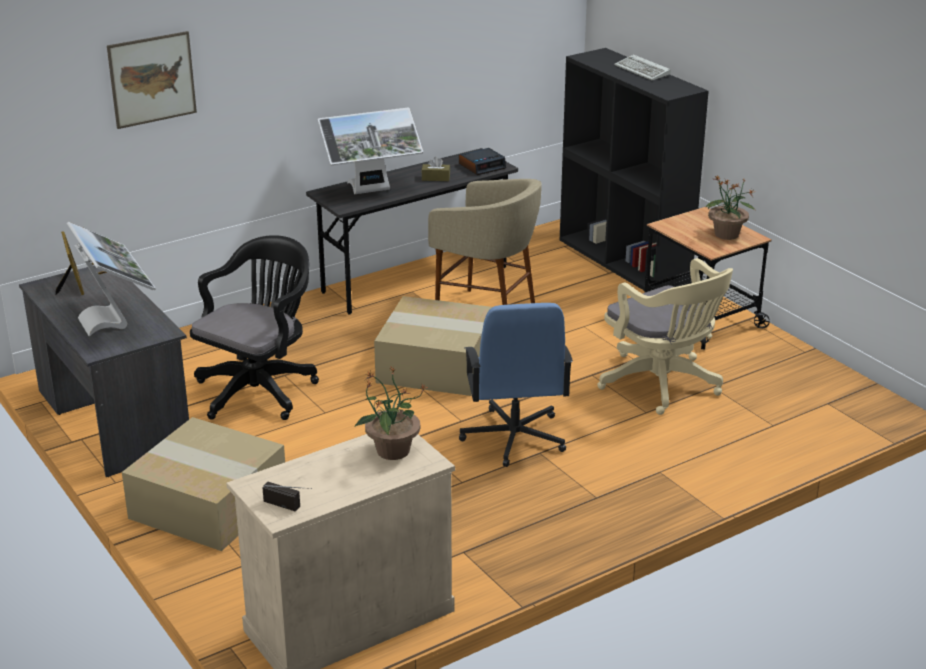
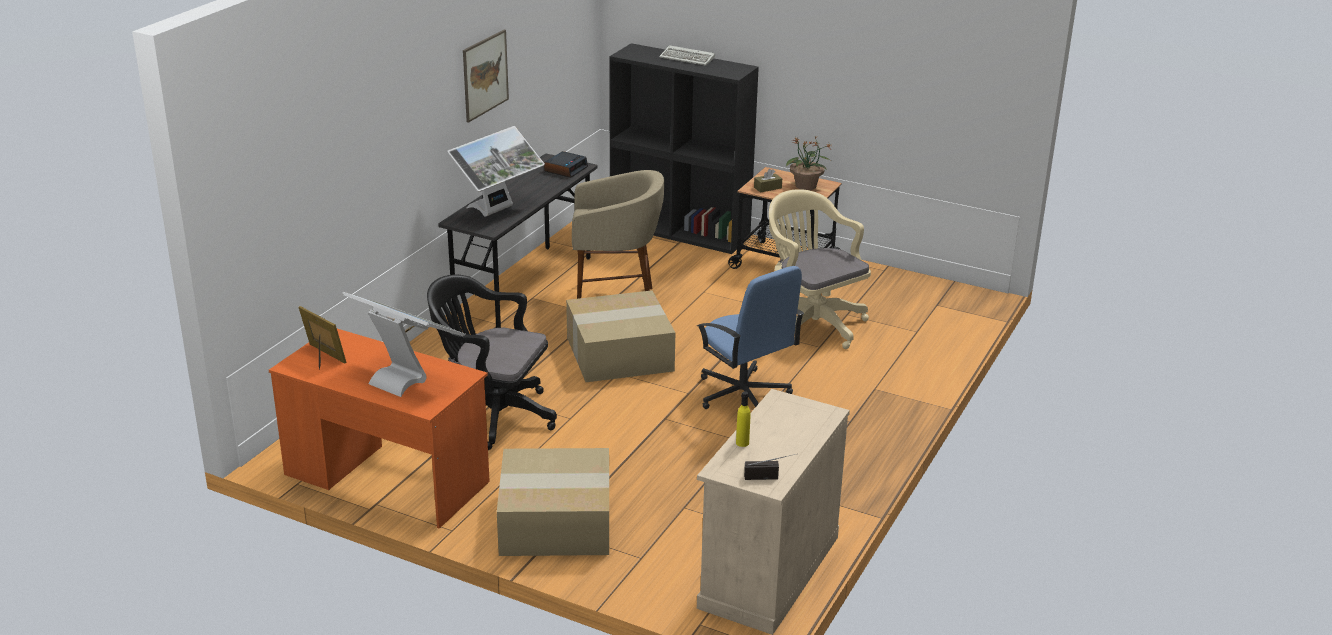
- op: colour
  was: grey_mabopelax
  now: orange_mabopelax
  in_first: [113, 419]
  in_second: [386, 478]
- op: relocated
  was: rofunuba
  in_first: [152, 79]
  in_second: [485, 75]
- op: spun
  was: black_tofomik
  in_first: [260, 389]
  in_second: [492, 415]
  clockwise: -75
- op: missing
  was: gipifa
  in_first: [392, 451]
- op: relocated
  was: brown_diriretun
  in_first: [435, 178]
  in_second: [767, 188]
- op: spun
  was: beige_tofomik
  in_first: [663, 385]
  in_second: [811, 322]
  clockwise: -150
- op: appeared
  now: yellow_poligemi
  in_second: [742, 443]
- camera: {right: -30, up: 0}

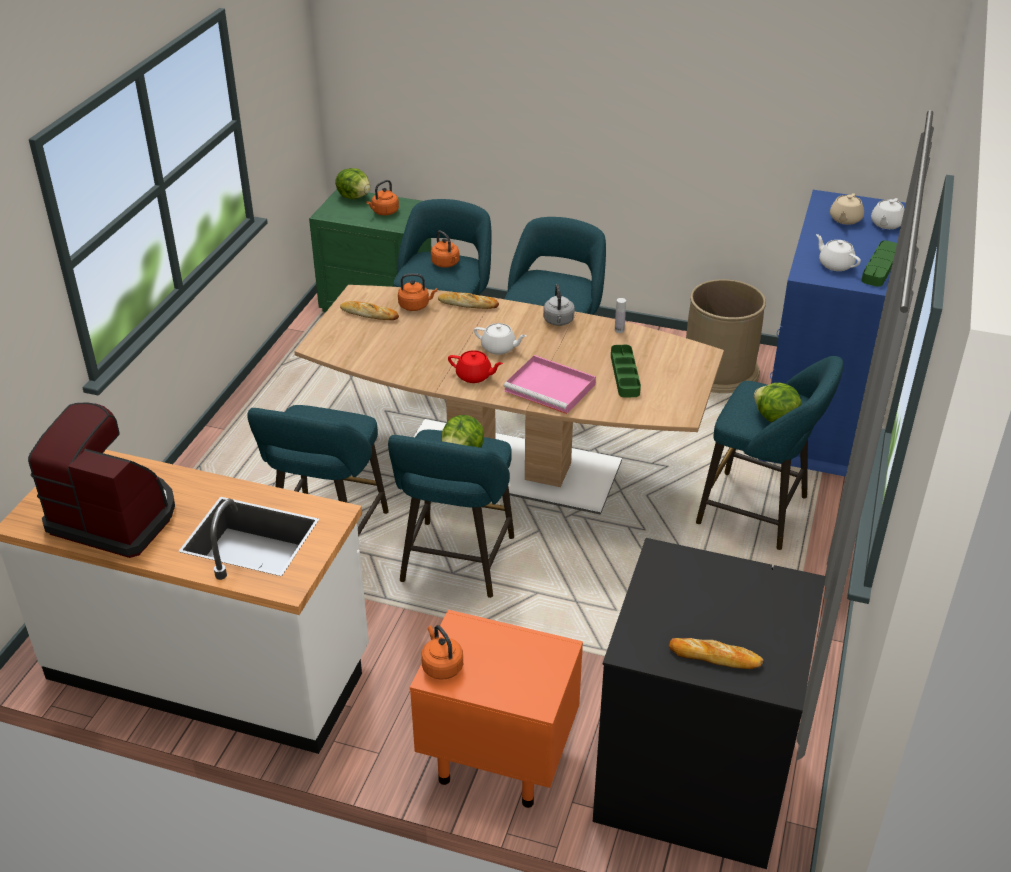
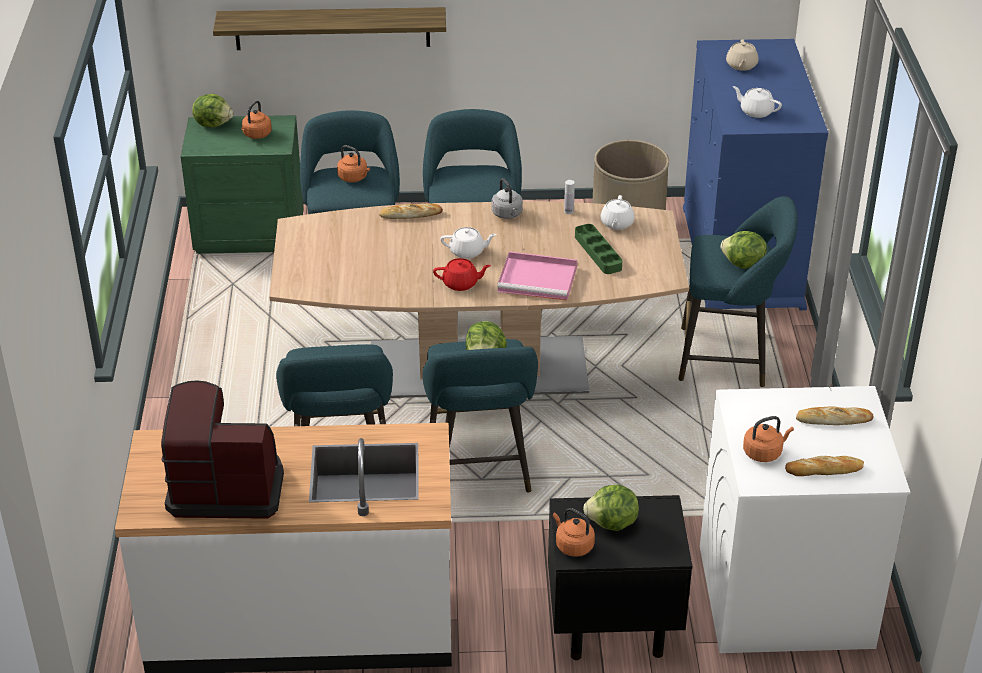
- op: relocated
  was: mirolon
  in_first: [369, 314]
  in_second: [833, 419]
- op: relocated
  was: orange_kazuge
  in_first: [415, 306]
  in_second: [764, 452]
- op: colour
  was: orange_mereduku
  now: black_mereduku
  in_first: [496, 758]
  in_second: [611, 626]
- op: colour
  was: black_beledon
  now: white_beledon
  in_first: [692, 779]
  in_second: [783, 596]
- op: missing
  was: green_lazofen
  in_first: [880, 267]
- op: relocated
  was: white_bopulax
  in_first: [886, 224]
  in_second: [616, 224]
- op: appeared
  now: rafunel
  in_second: [332, 28]
- op: appeared
  now: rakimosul
  in_second: [612, 524]
- camera: {right: -20, up: 0}

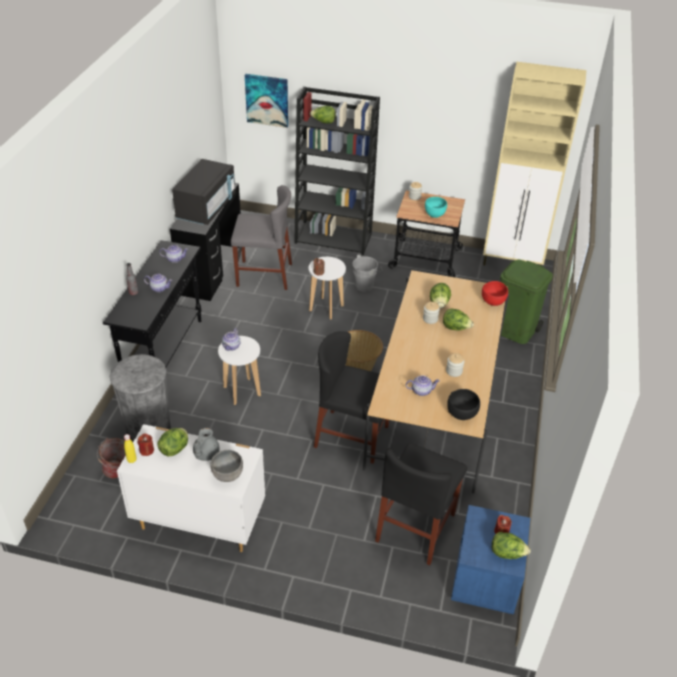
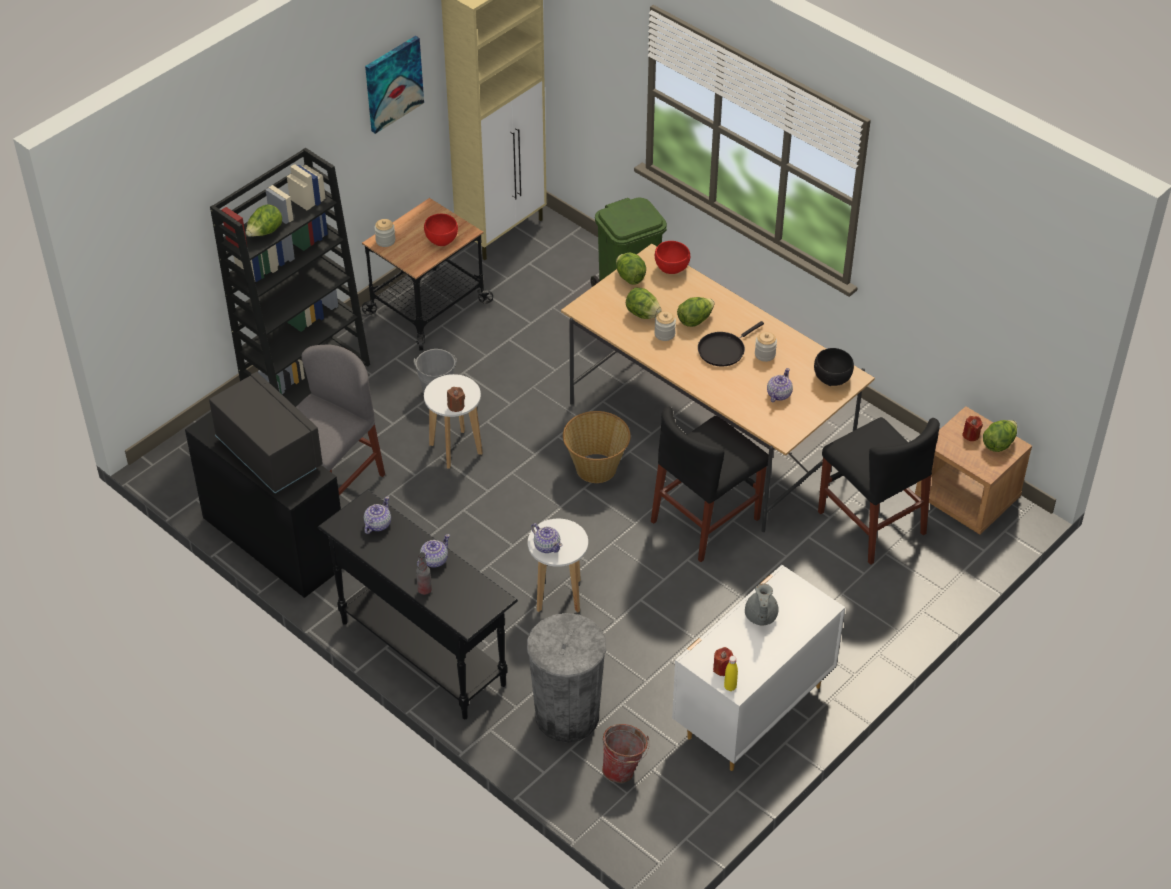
- op: relocated
  was: rakimosul
  in_first: [175, 449]
  in_second: [630, 277]
- op: spun
  was: grey_bopulax
  in_first: [205, 454]
  in_second: [760, 617]
  clockwise: 45
- op: missing
  was: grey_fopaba
  in_first: [227, 475]
- op: relocated
  was: rofunuba
  in_first: [267, 100]
  in_second: [393, 83]
- op: colour
  was: turquoise_fopaba
  now: red_fopaba
  in_first: [434, 215]
  in_second: [441, 241]
- op: colour
  was: blue_mereduku
  now: brown_mereduku
  in_first: [485, 580]
  in_second: [967, 498]
- op: appeared
  now: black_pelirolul
  in_second: [723, 350]
- camera: {right: -60, up: 5}

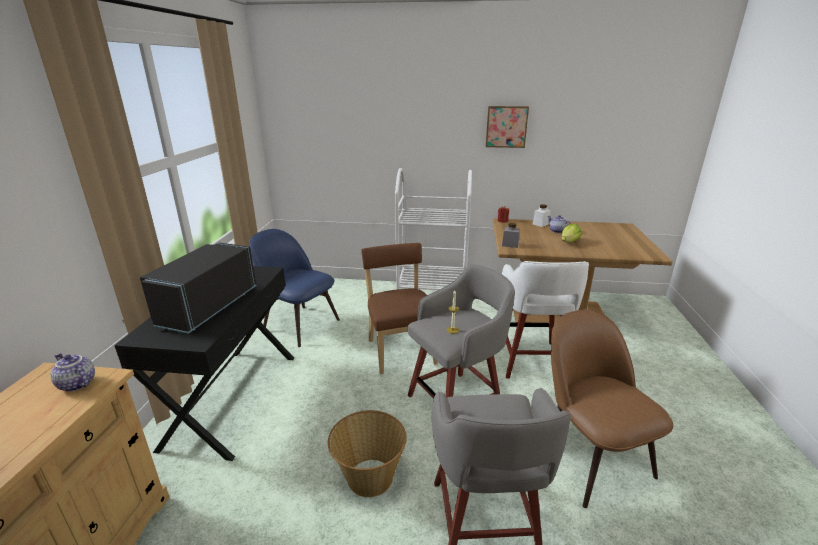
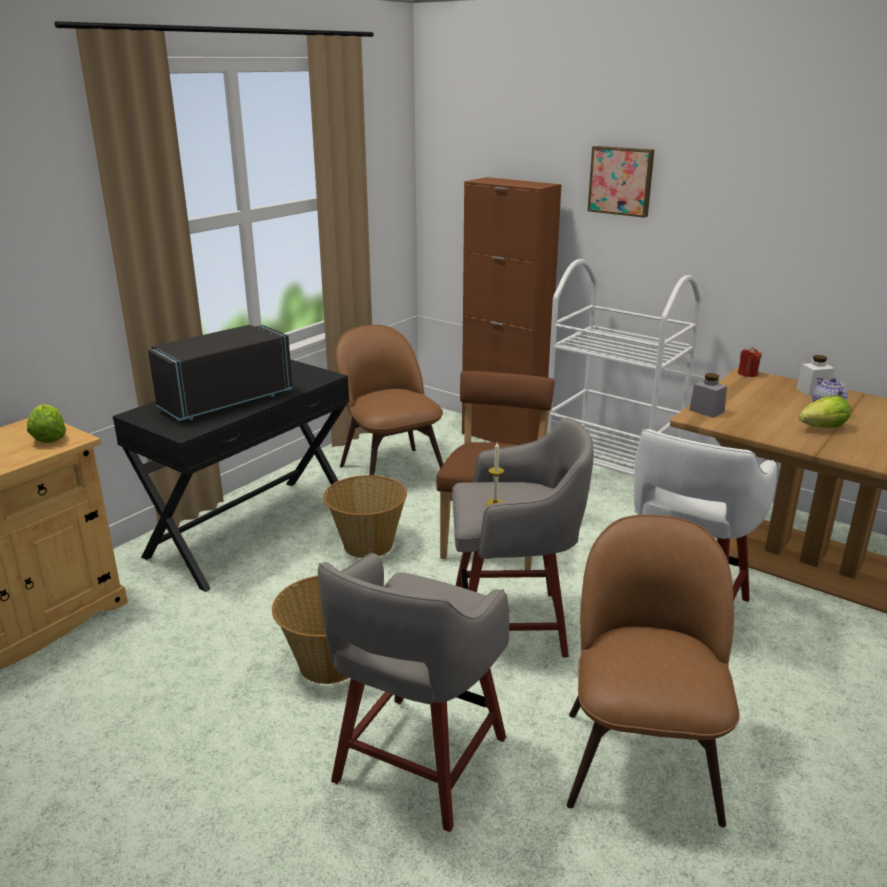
- op: exchanged
  was: bopulax
  now: rakimosul
  in_first: [76, 384]
  in_second: [49, 438]
- op: colour
  was: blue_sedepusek
  now: brown_sedepusek
  in_first: [299, 324]
  in_second: [390, 469]
- op: relocated
  was: rofunuba
  in_first: [506, 126]
  in_second: [621, 181]
- op: appeared
  now: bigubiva
  in_second: [367, 544]
- op: appeared
  now: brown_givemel
  in_second: [503, 437]
- camera: {right: 30, up: 0}

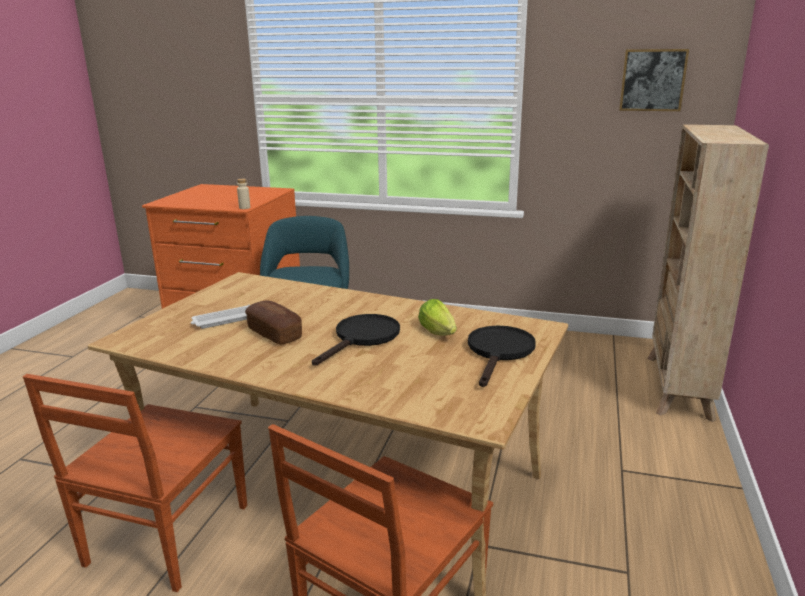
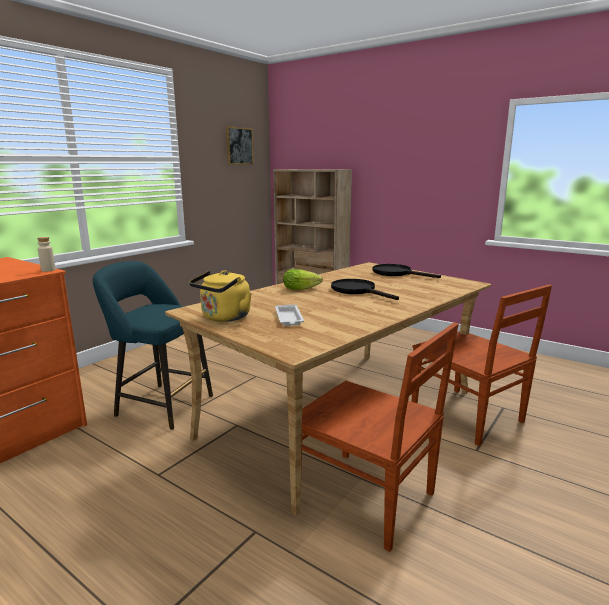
- op: missing
  was: mirolon
  in_first: [274, 333]
- op: relocated
  was: rakimosul
  in_first: [439, 332]
  in_second: [303, 288]
- op: appeared
  now: yellow_kazuge
  in_second: [224, 318]
- camera: {right: -70, up: -5}

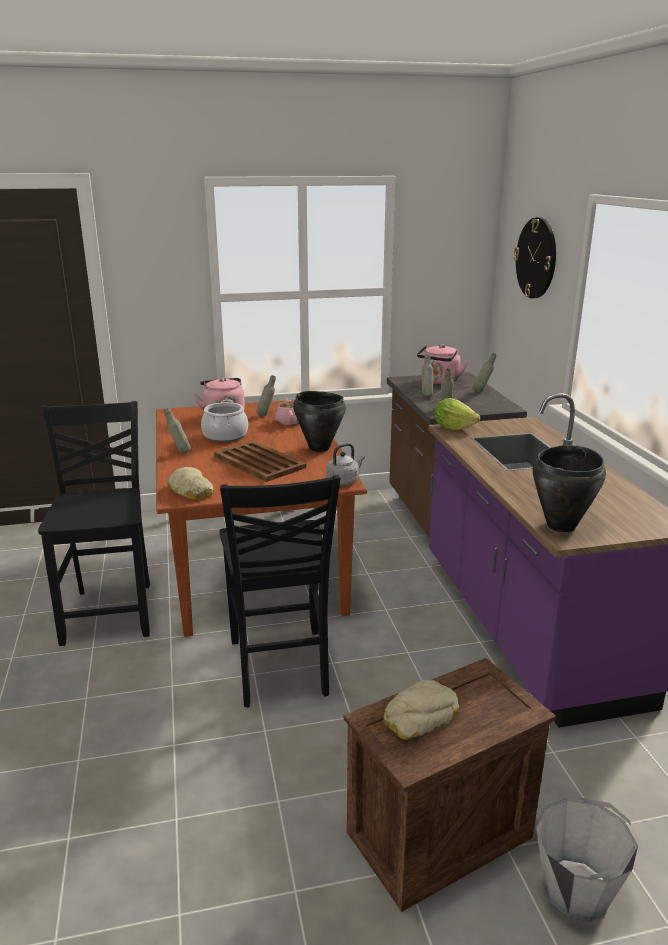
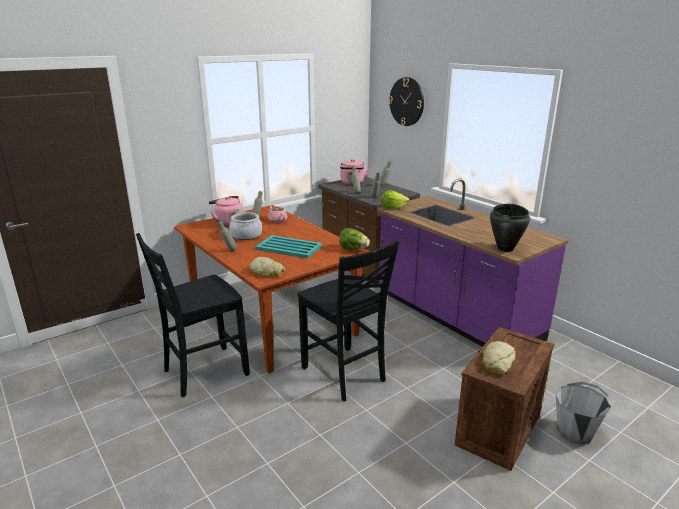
- op: spun
  was: black_sedepusek
  in_first: [111, 612]
  in_second: [203, 372]
  clockwise: -90
- op: colour
  was: brown_lazofen
  now: turquoise_lazofen
  in_first: [259, 462]
  in_second: [289, 247]
- op: missing
  was: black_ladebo
  in_first: [319, 448]
- op: exchanged
  was: grey_kazuge
  now: rakimosul
  in_first: [344, 481]
  in_second: [353, 249]
- camera: {right: -25, up: 0}

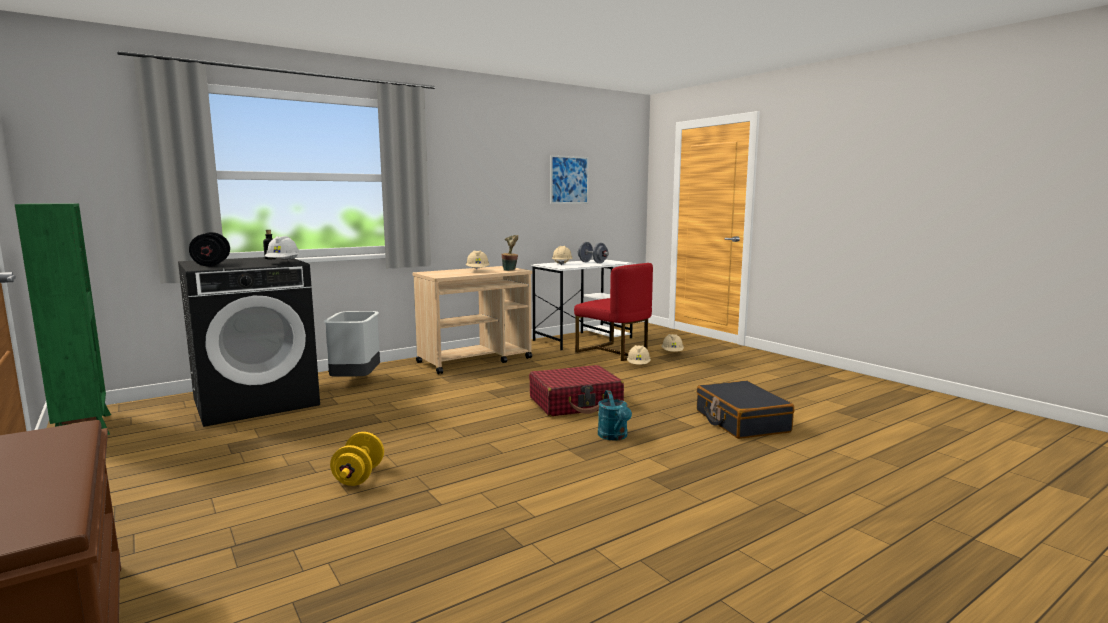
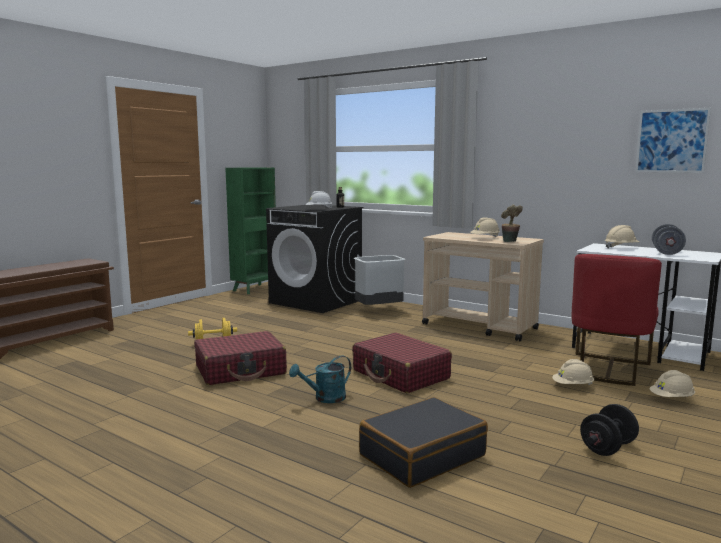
- op: relocated
  was: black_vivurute
  in_first: [211, 264]
  in_second: [607, 448]
- op: appeared
  now: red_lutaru
  in_second: [241, 370]
- camera: {right: 70, up: 0}

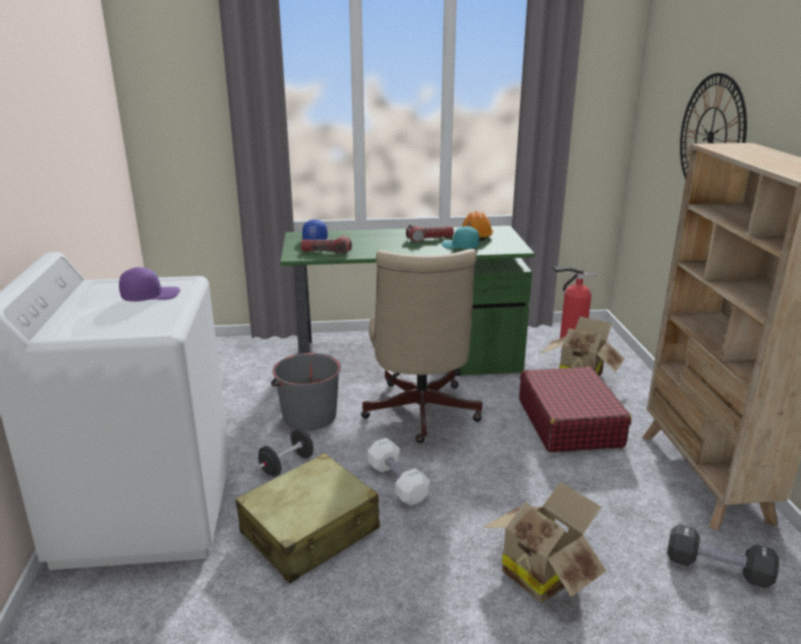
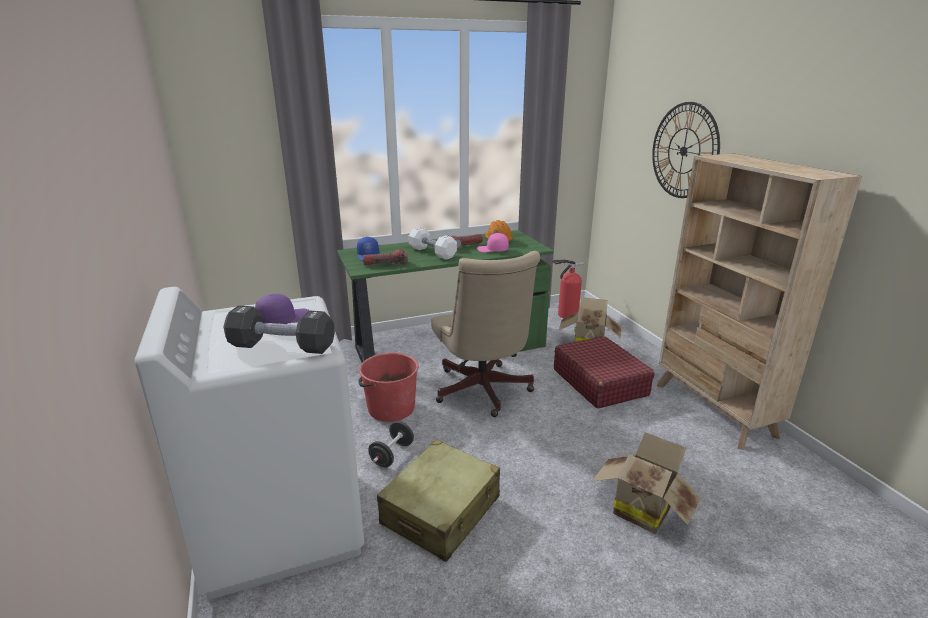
- op: colour
  was: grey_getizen
  now: red_getizen
  in_first: [308, 416]
  in_second: [390, 408]
- op: relocated
  was: white_vivurute
  in_first: [397, 483]
  in_second: [432, 253]
- op: colour
  was: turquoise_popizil
  now: pink_popizil
  in_first: [460, 246]
  in_second: [492, 250]
- op: relocated
  was: black_vivurute
  in_first: [717, 569]
  in_second: [282, 346]
- camera: {right: -15, up: 0}

